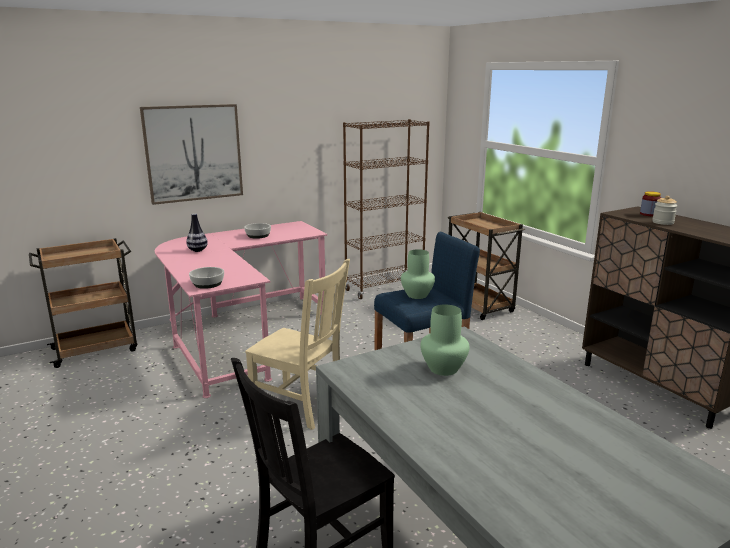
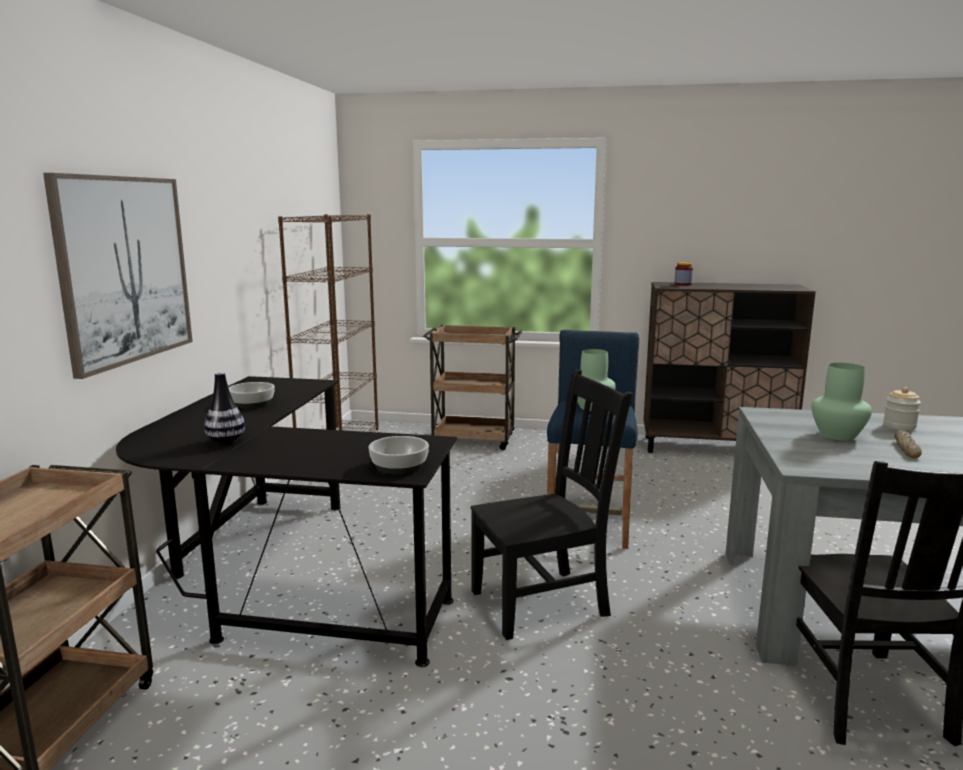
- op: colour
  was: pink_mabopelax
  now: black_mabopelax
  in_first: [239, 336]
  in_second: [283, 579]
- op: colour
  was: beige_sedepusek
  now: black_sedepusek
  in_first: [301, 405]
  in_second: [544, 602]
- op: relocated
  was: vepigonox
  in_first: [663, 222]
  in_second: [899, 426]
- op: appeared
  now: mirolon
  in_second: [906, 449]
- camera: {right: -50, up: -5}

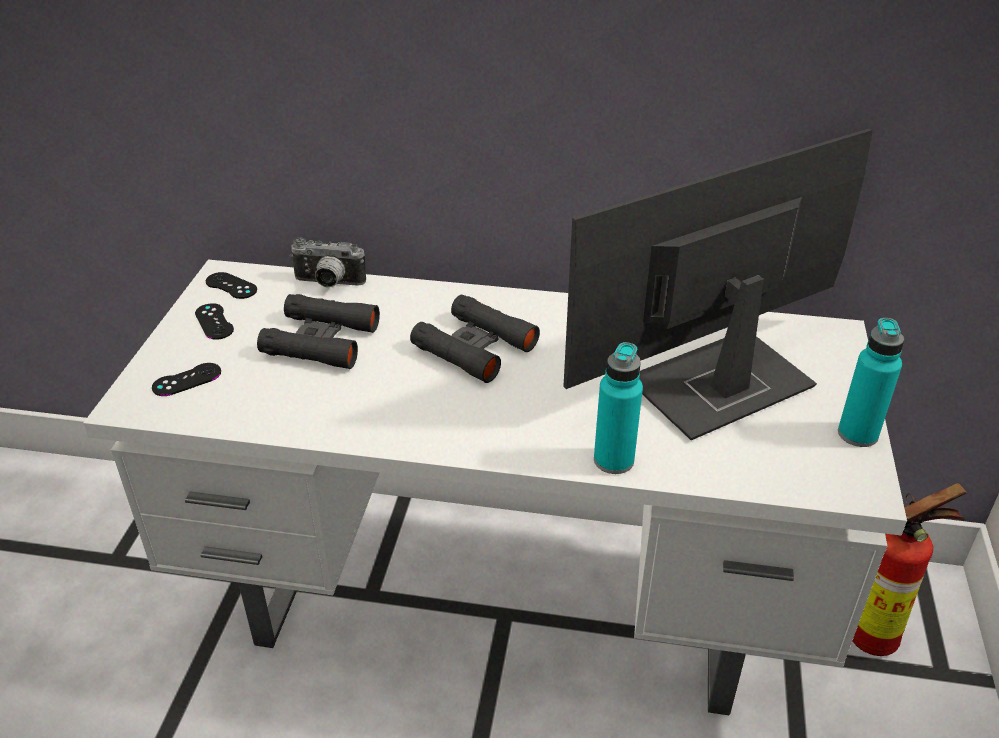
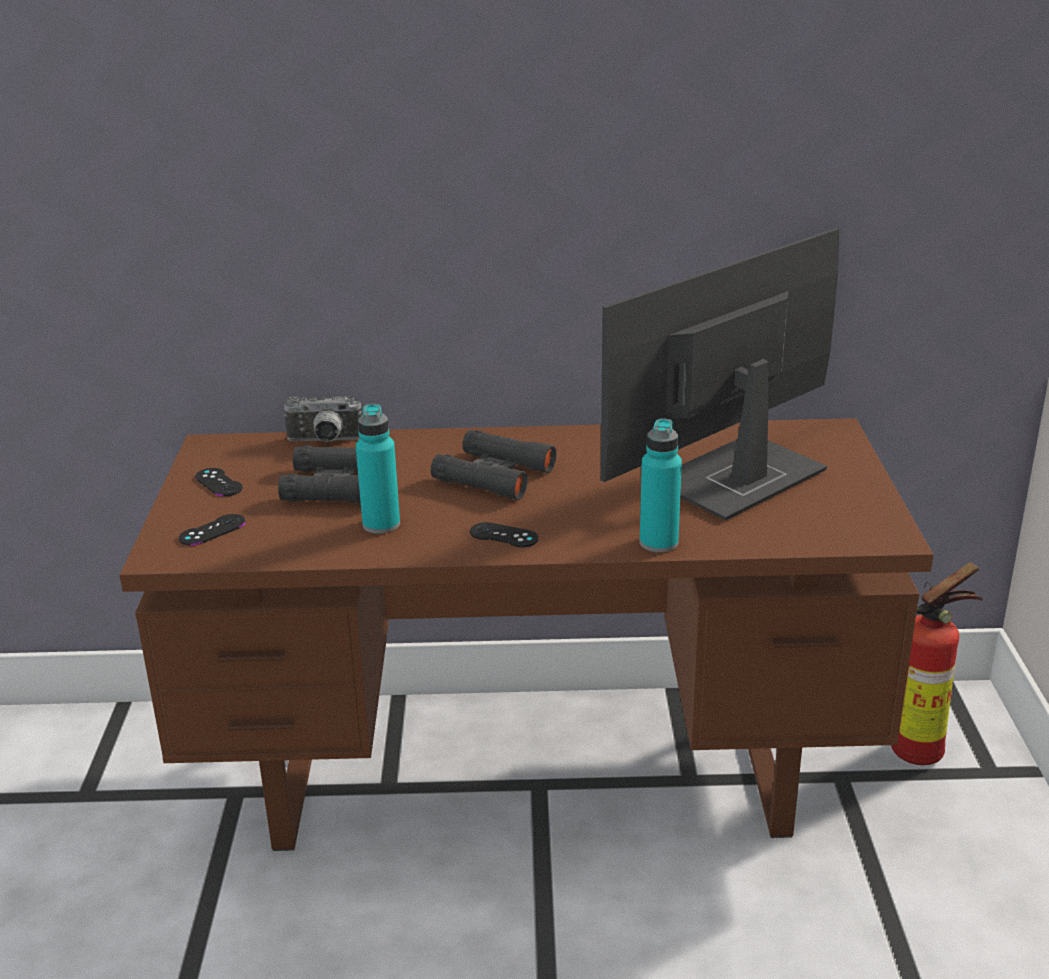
- op: colour
  was: white_mabopelax
  now: brown_mabopelax
  in_first: [501, 604]
  in_second: [532, 776]
- op: relocated
  was: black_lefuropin
  in_first: [231, 286]
  in_second: [503, 535]
- op: relocated
  was: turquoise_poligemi
  in_first: [857, 434]
  in_second: [381, 524]
- camera: {right: -10, up: -10}

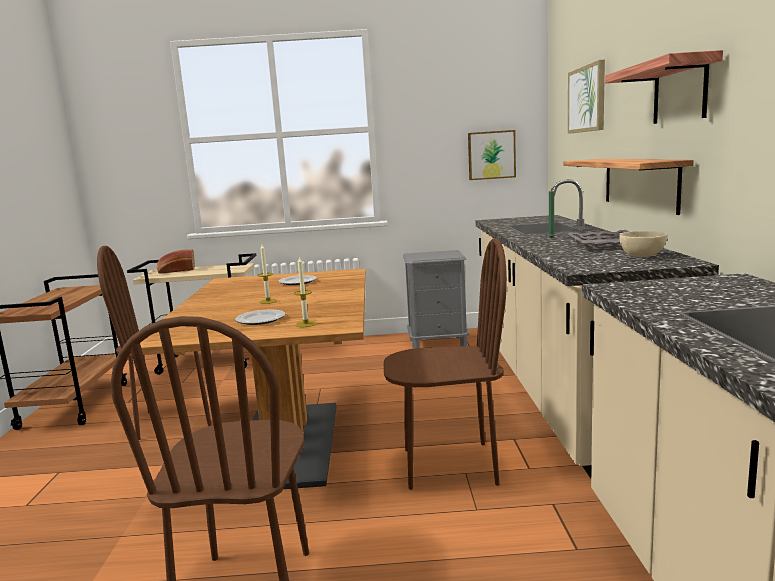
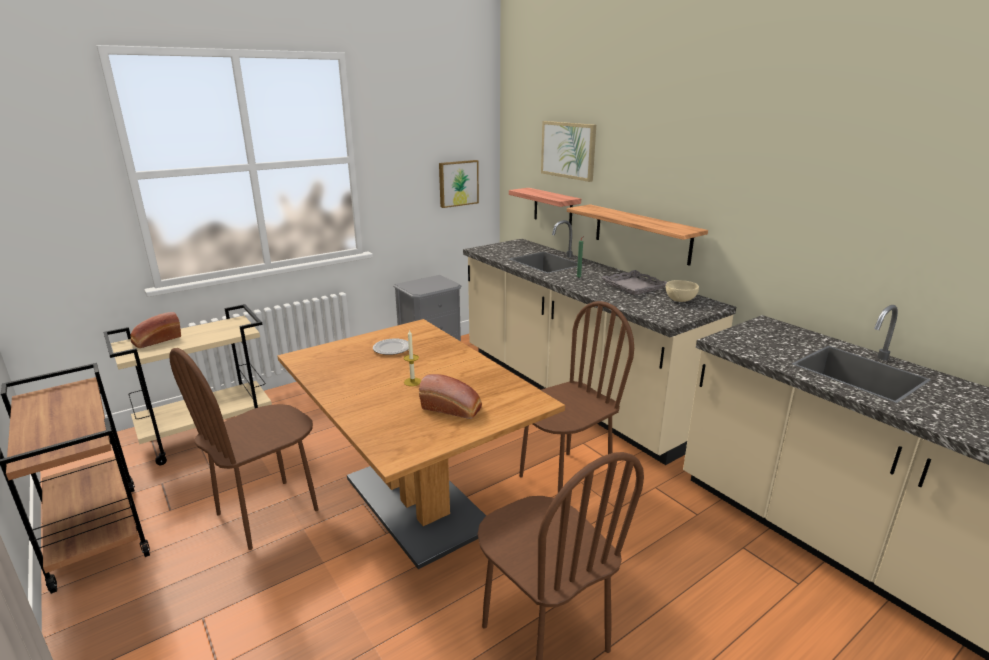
- op: exchanged
  was: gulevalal
  now: mirolon
  in_first: [260, 320]
  in_second: [453, 409]
- op: missing
  was: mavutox
  in_first: [306, 324]
- op: relocated
  was: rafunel
  in_first: [679, 92]
  in_second: [553, 208]
- camera: {right: -35, up: 10}

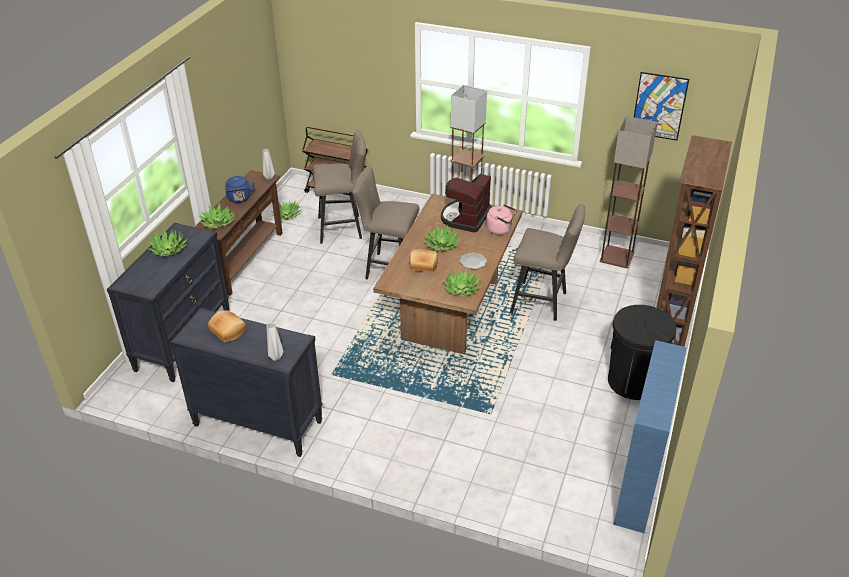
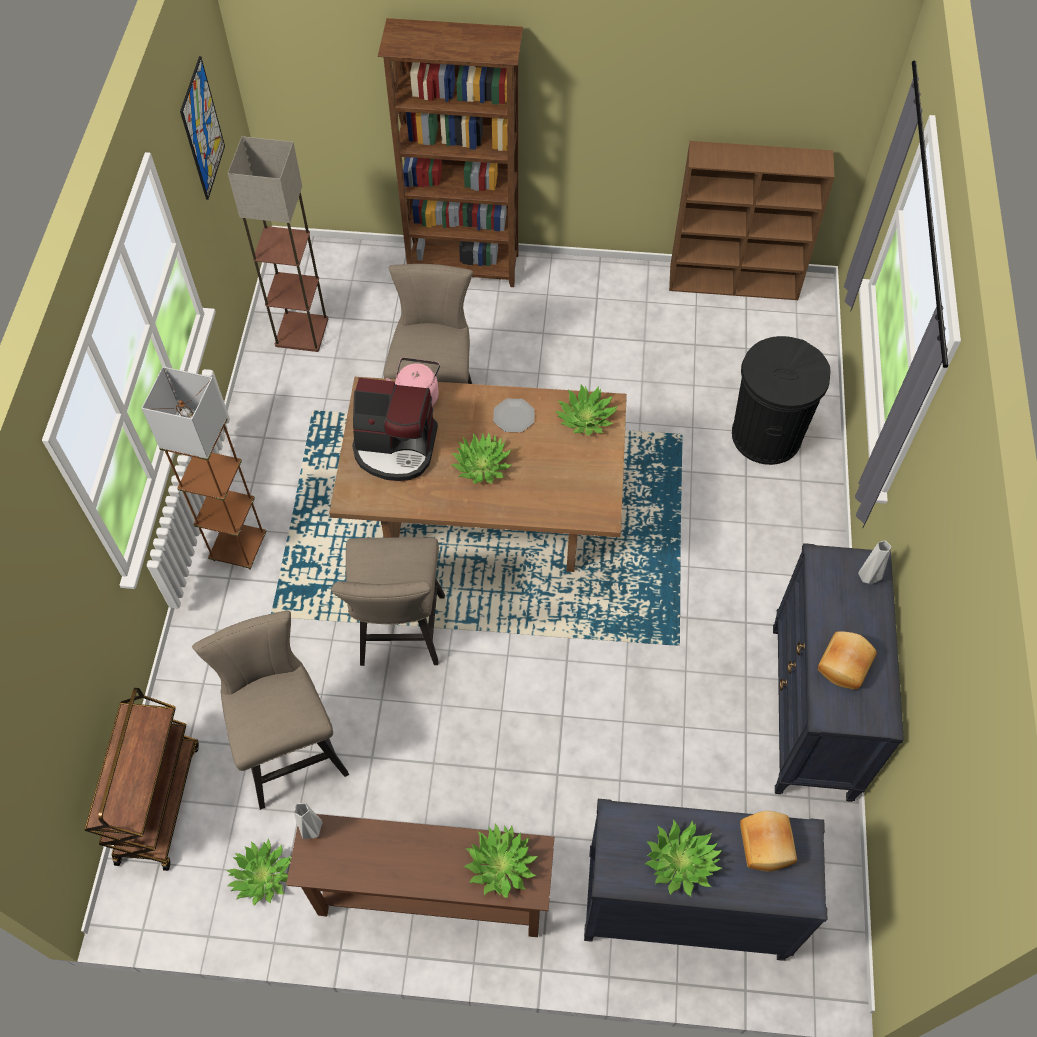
- op: missing
  was: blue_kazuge
  in_first: [239, 199]
- op: relocated
  was: mirolon
  in_first: [423, 266]
  in_second: [767, 844]
- op: relocated
  was: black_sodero
  in_first: [633, 381]
  in_second: [766, 435]
- op: colour
  was: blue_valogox
  now: brown_valogox
  in_first: [638, 485]
  in_second: [735, 282]
- camera: {right: -105, up: 20}

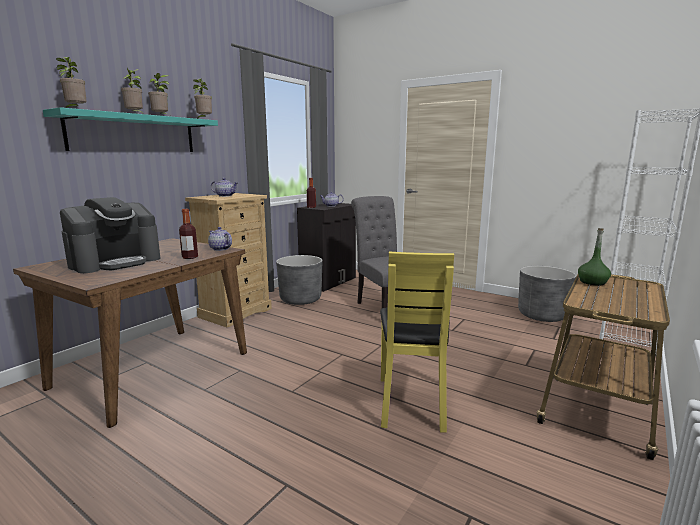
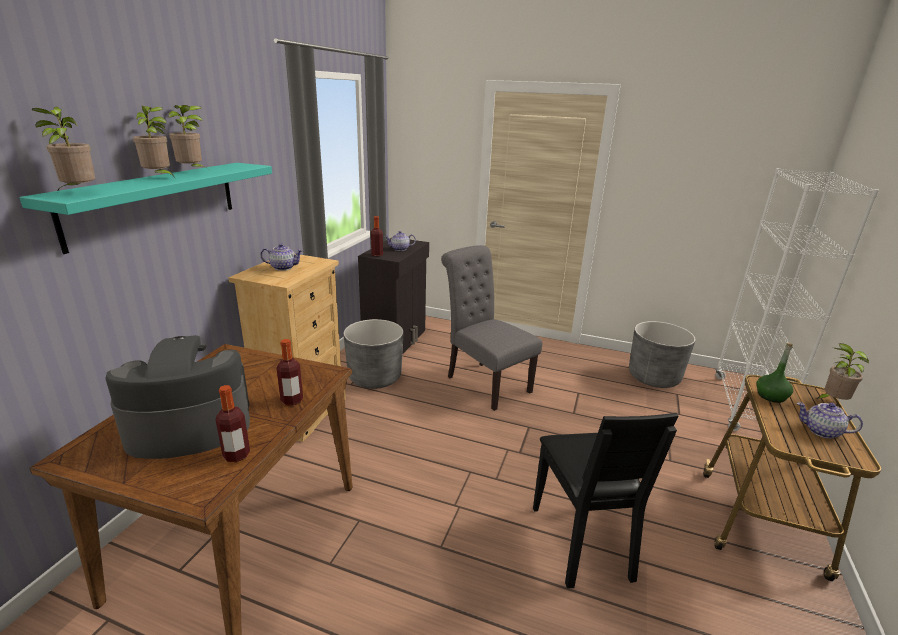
- op: spun
  was: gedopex
  in_first: [116, 262]
  in_second: [189, 426]
  clockwise: -135
- op: relocated
  was: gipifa
  in_first: [204, 119]
  in_second: [832, 401]
- op: relocated
  was: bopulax
  in_first: [220, 249]
  in_second: [821, 431]
- op: colour
  was: yellow_sedepusek
  now: black_sedepusek
  in_first: [412, 402]
  in_second: [582, 541]
- op: appeared
  now: poligemi
  in_second: [236, 455]
- camera: {right: -15, up: 10}

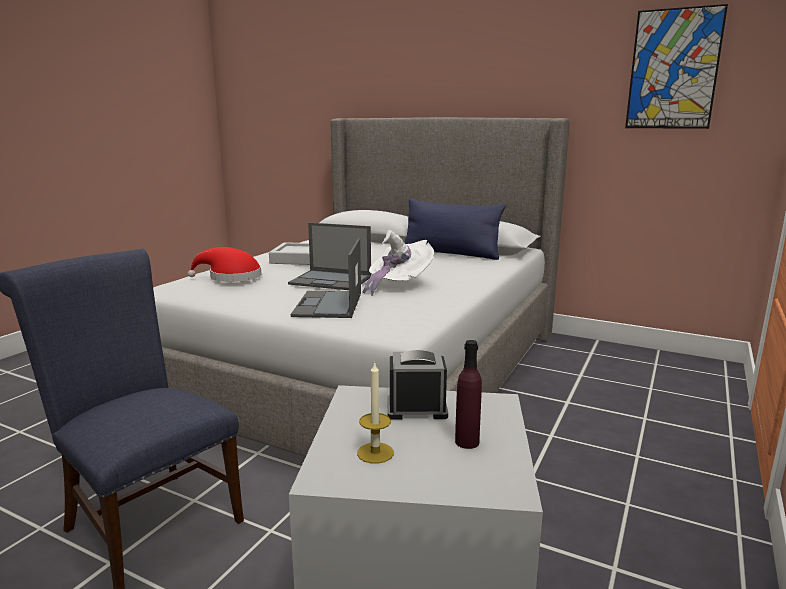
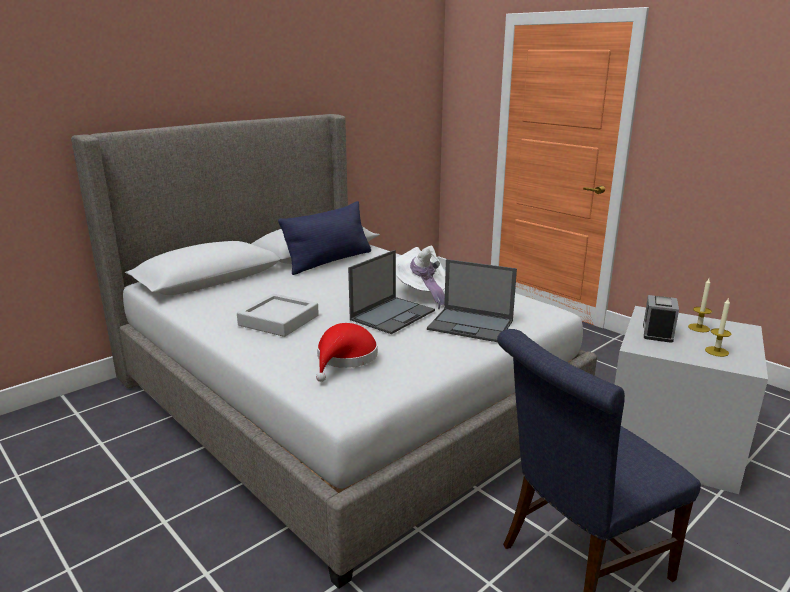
- op: exchanged
  was: purple_poligemi
  now: mavutox
  in_first: [467, 442]
  in_second: [698, 328]
- op: missing
  was: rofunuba
  in_first: [673, 69]
- camera: {right: -70, up: 5}

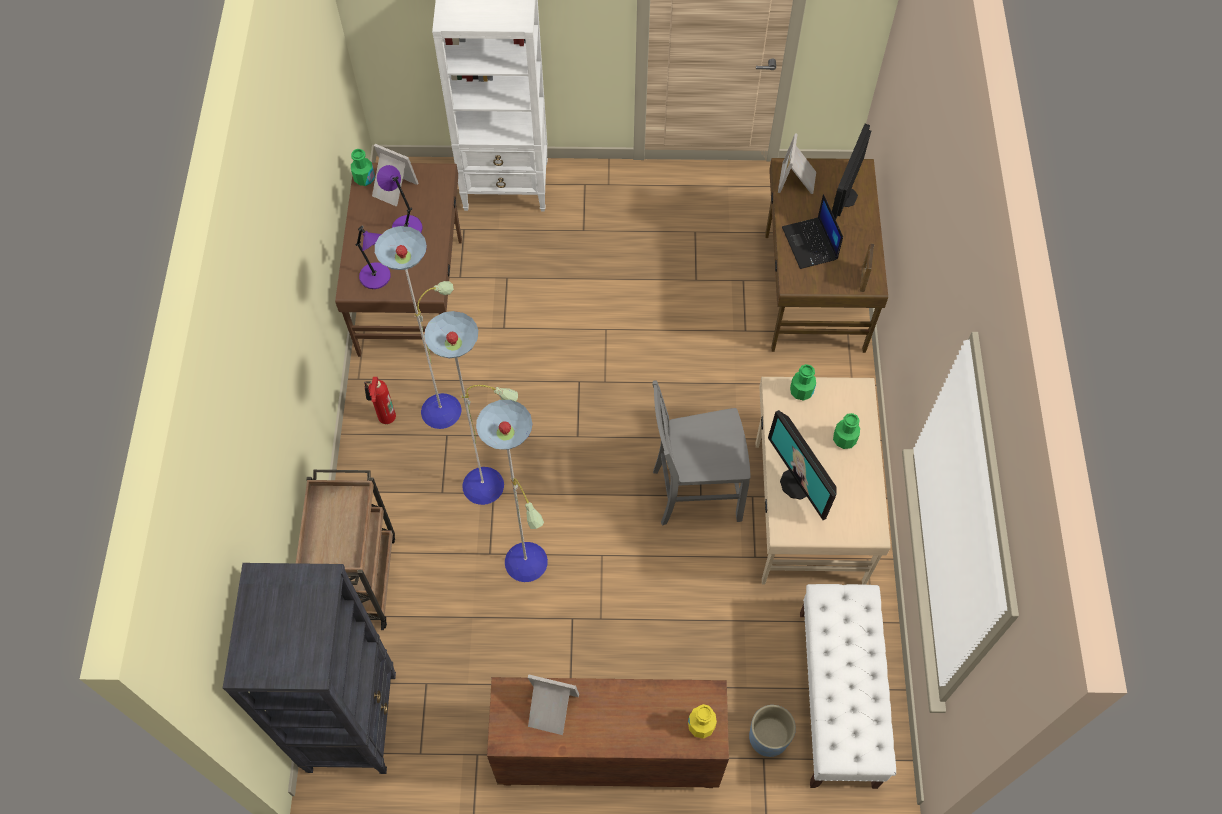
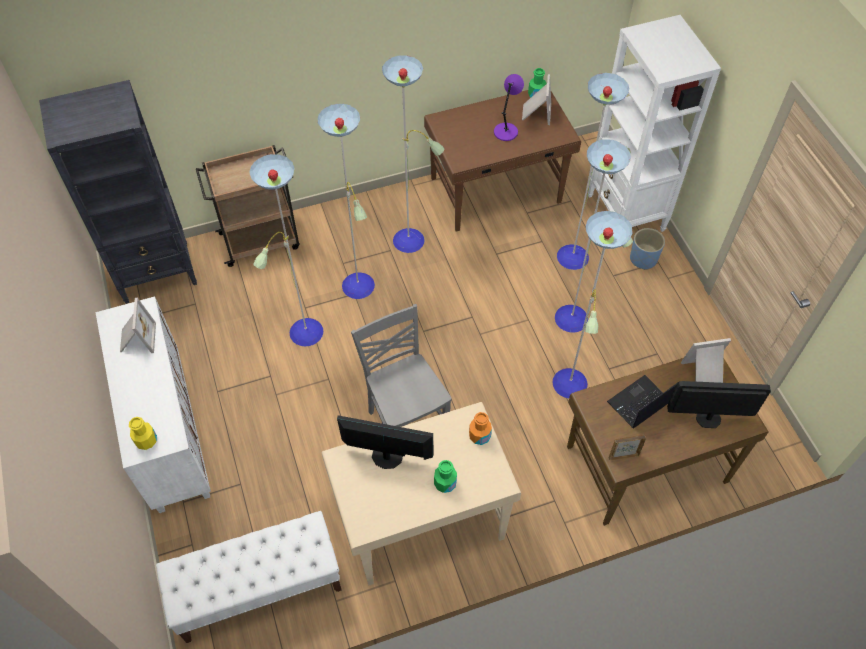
- op: missing
  was: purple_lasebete
  in_first: [376, 277]
- op: missing
  was: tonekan
  in_first: [385, 417]
- op: colour
  was: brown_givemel
  now: white_givemel
  in_first: [607, 756]
  in_second: [168, 432]
- op: relocated
  was: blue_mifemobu
  in_first: [768, 737]
  in_second: [643, 259]
- op: spun
  was: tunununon
  in_first: [797, 483]
  in_second: [387, 456]
  clockwise: 60
- op: colour
  was: green_poligemi
  now: orange_poligemi
  in_first: [801, 391]
  in_second: [479, 436]
- op: appeared
  now: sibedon
  in_second: [574, 318]
- camera: {right: 70, up: -5}

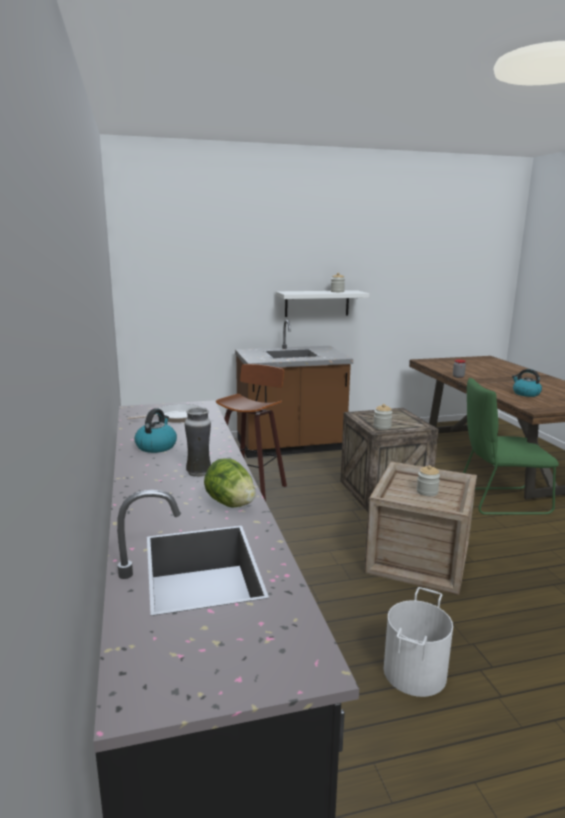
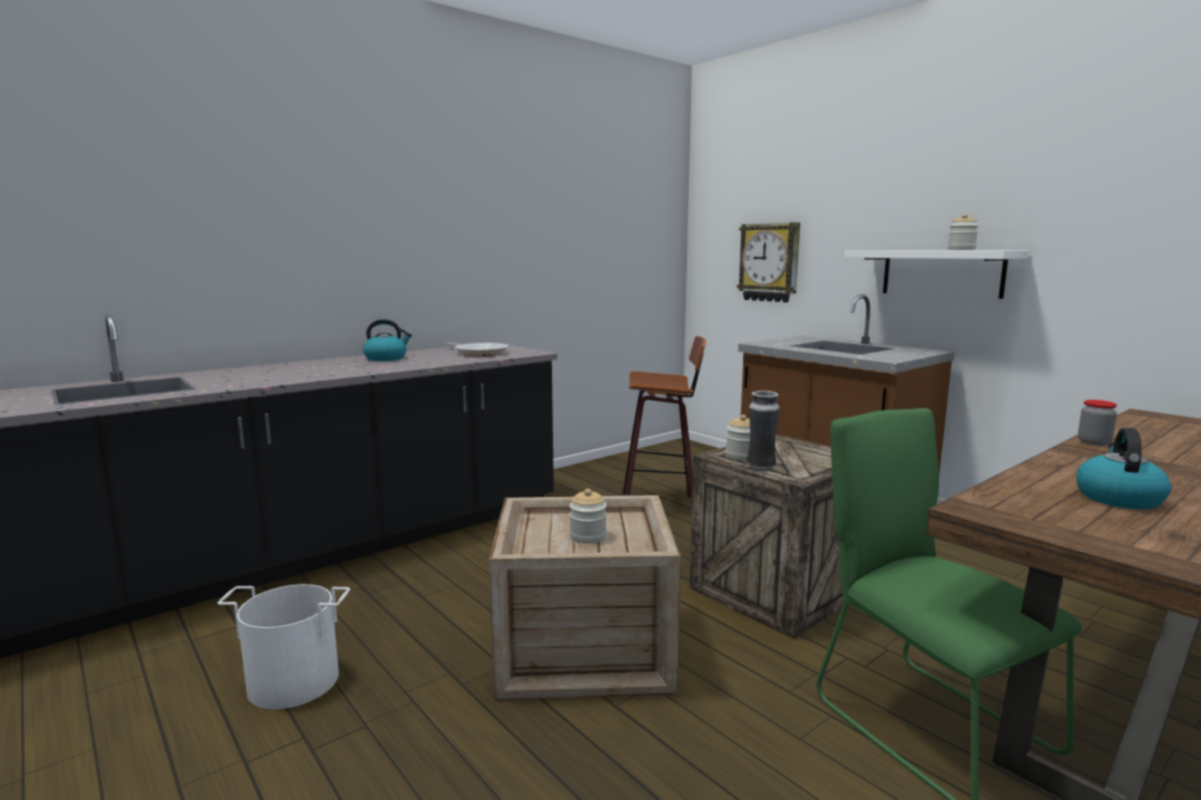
- op: relocated
  was: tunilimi
  in_first: [199, 473]
  in_second: [761, 468]
- op: missing
  was: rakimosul
  in_first: [230, 503]
- op: appeared
  now: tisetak
  in_second: [769, 262]
- camera: {right: 65, up: -5}

